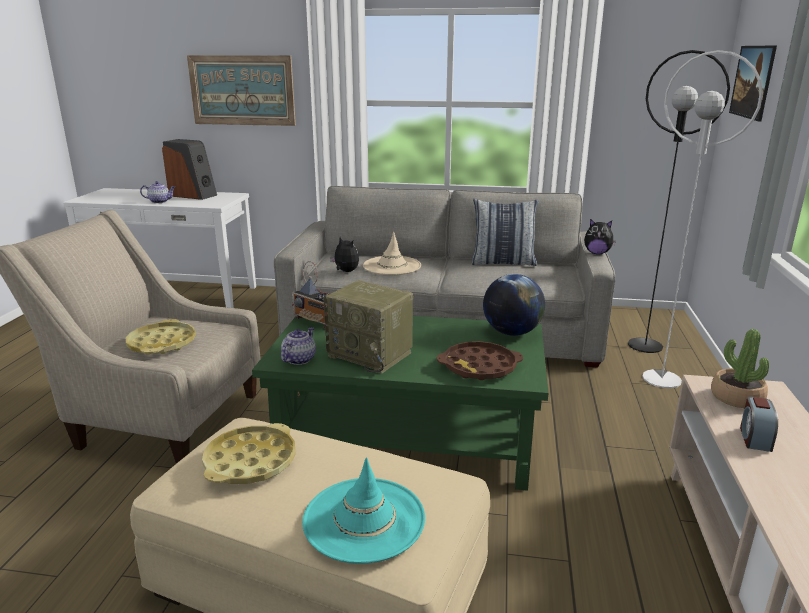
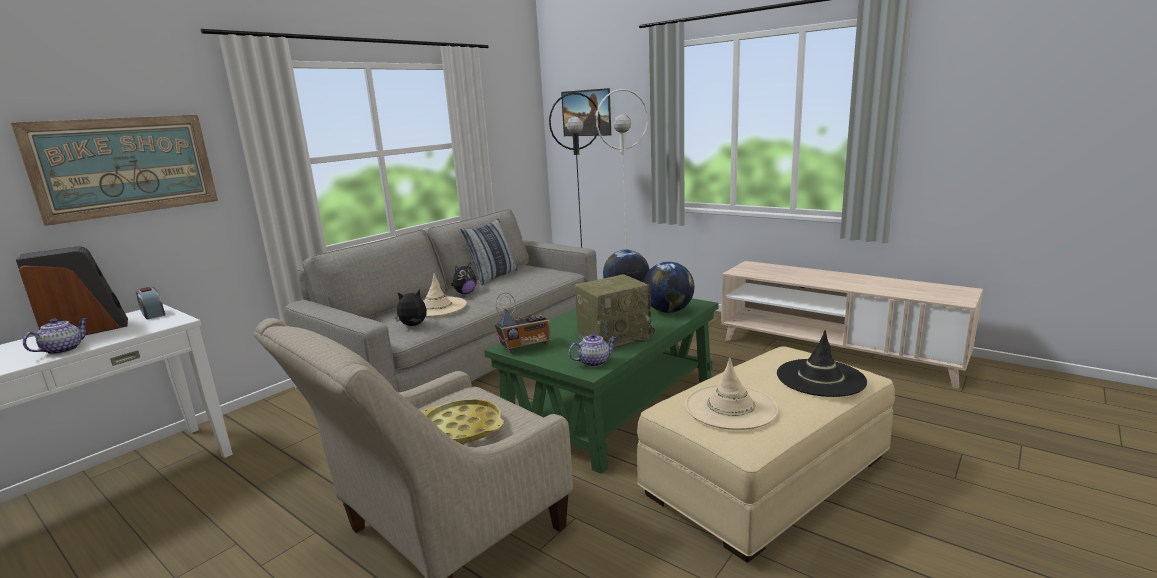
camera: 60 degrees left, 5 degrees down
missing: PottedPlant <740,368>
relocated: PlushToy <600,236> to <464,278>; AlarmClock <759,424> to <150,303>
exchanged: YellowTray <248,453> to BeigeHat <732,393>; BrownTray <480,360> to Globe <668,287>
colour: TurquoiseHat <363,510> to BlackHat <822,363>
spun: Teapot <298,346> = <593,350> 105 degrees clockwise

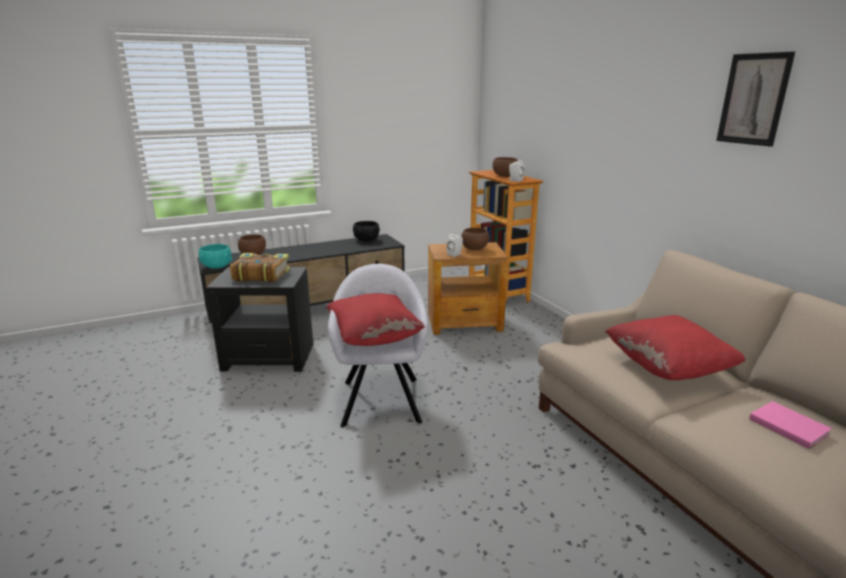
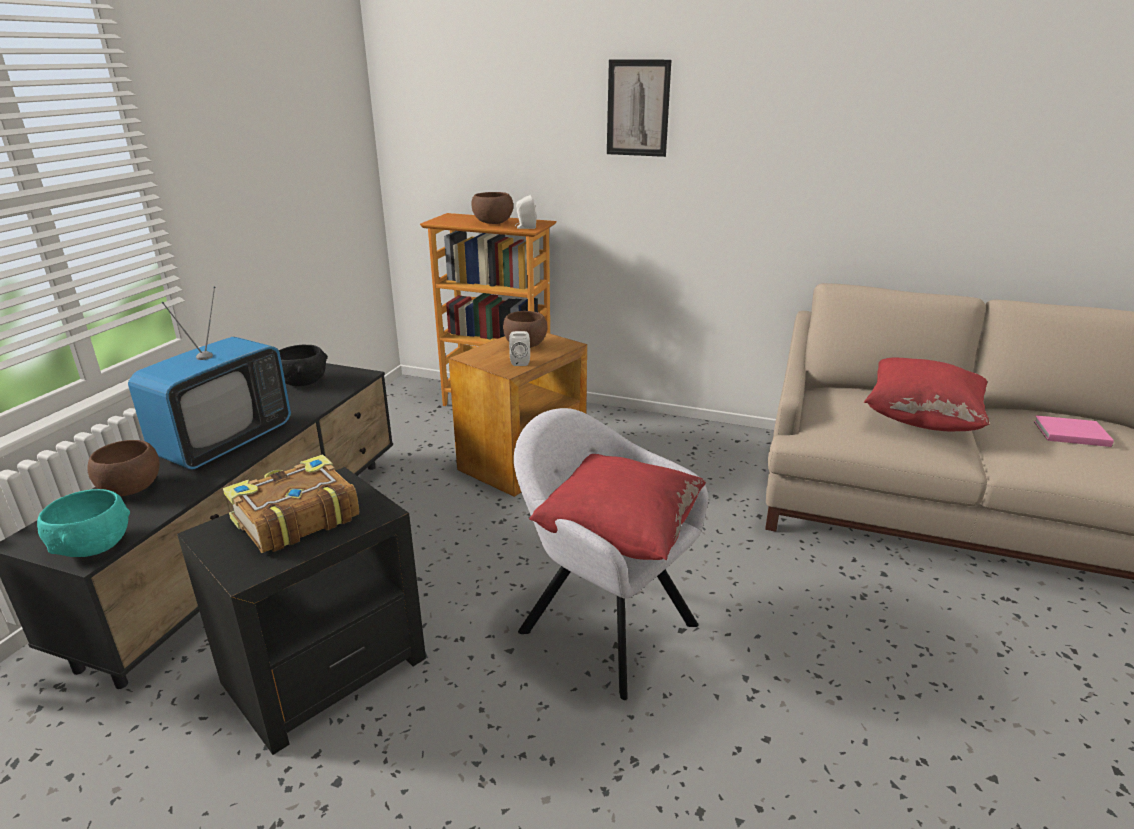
camera: 45 degrees left, 5 degrees up
appeared: Television <209,378>
relocated: Picture <755,99> to <639,108>

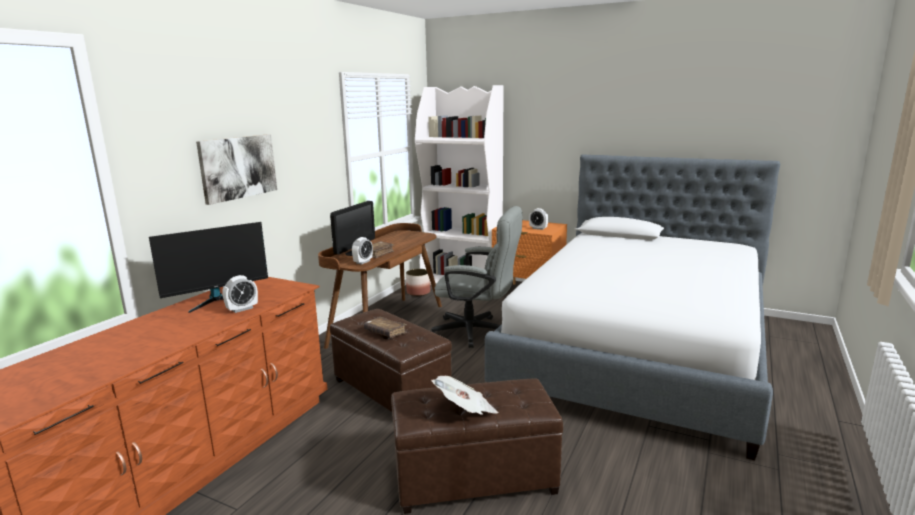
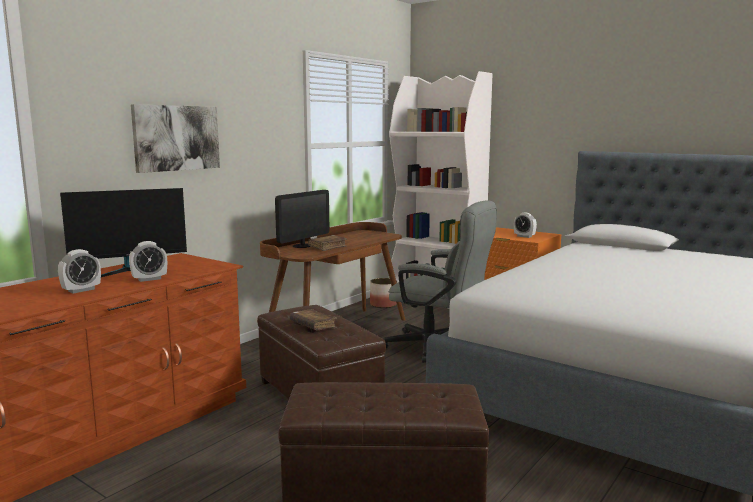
camera: 10 degrees right, 5 degrees down
missing: Newspaper <464,395>
relocated: AlarmClock <362,251> to <79,271>

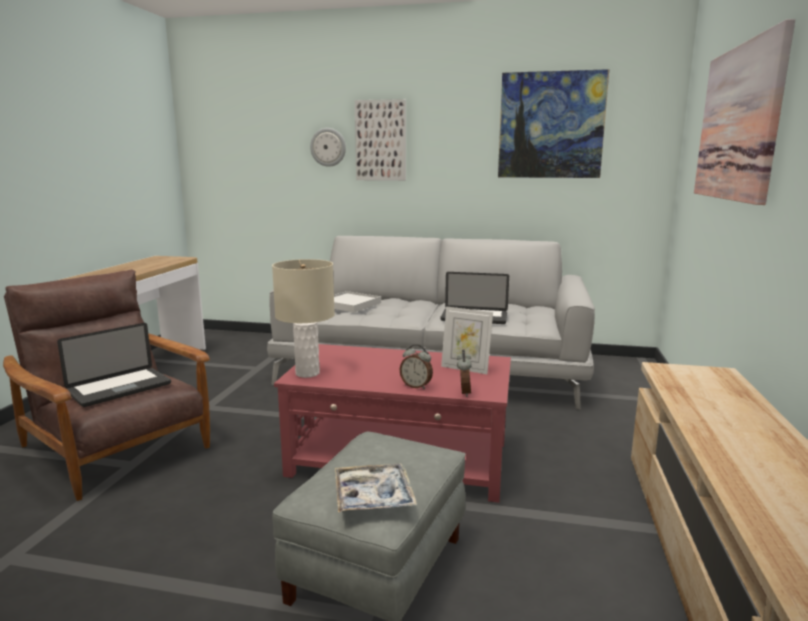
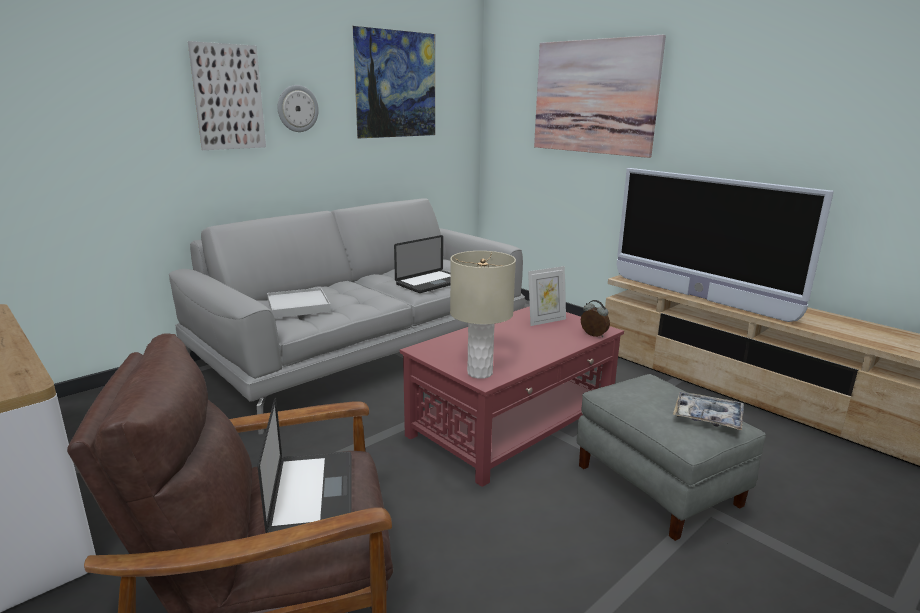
camera: 55 degrees left, 5 degrees up
missing: AlarmClock <416,366>
appeared: Television <725,245>
relocated: WallClock <328,147> to <298,108>

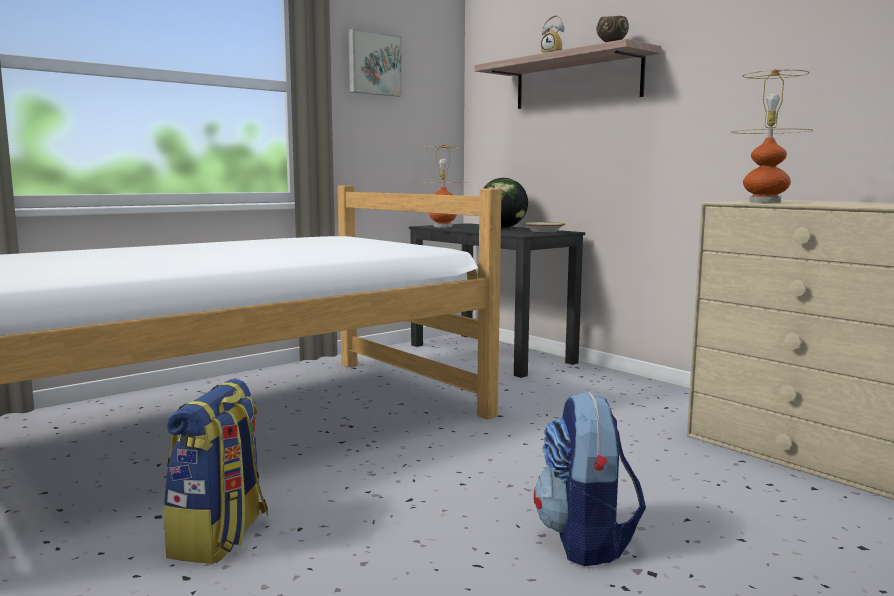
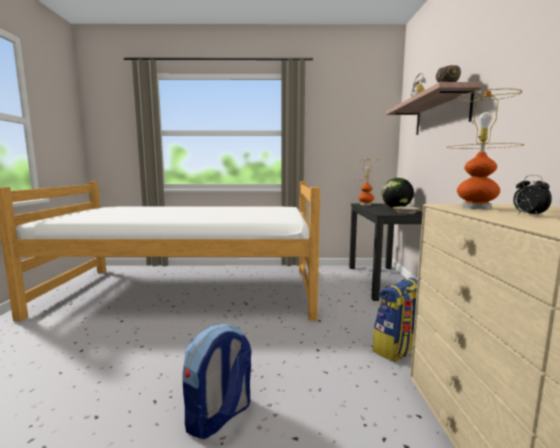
camera: 40 degrees right, 0 degrees up
missing: Picture <375,62>
appeared: AlarmClock <532,195>
relocated: Backpack <216,471> to <395,320>

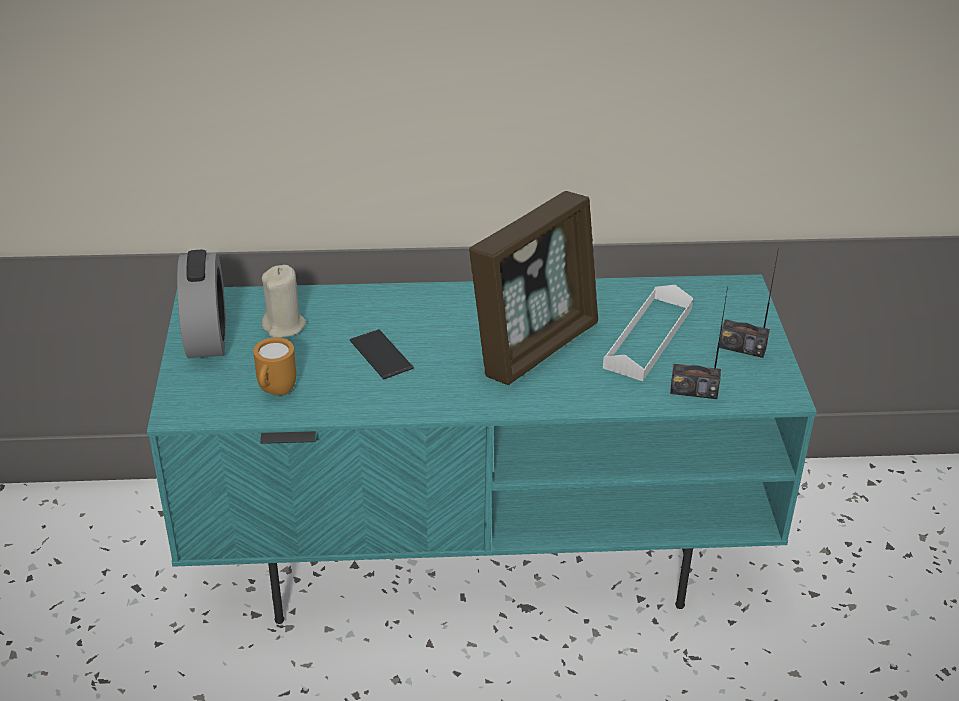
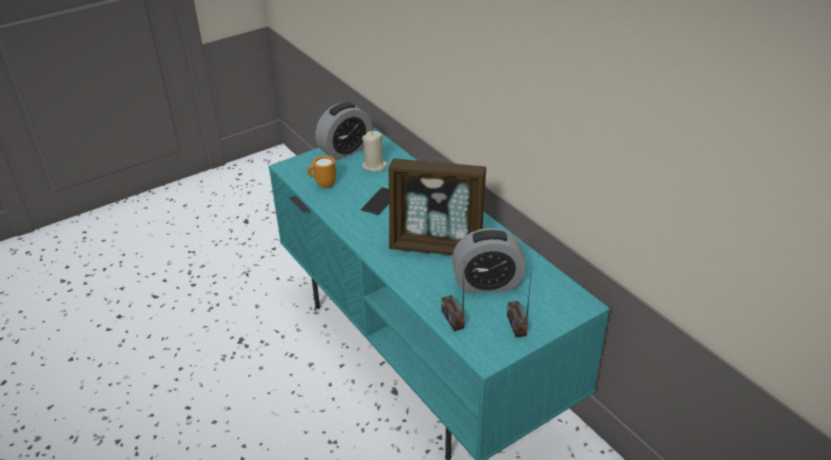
camera: 60 degrees right, 0 degrees up
exchanged: WhiteTray <648,333> to AlarmClock <489,260>

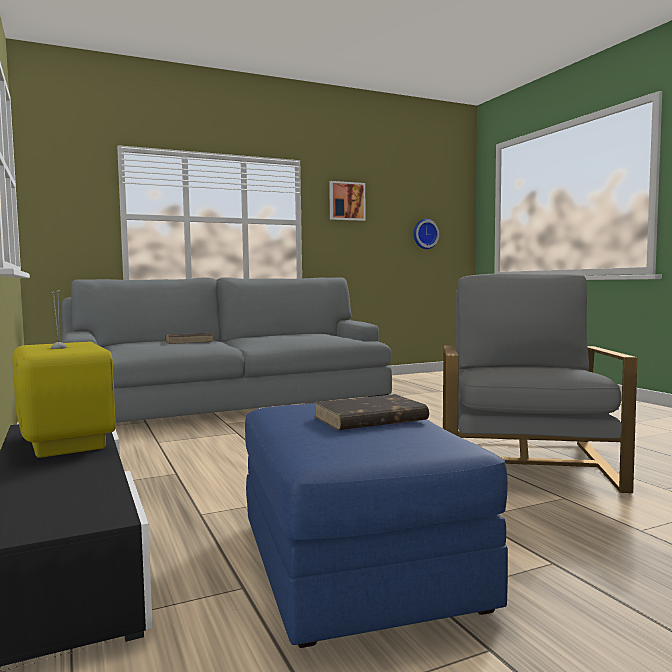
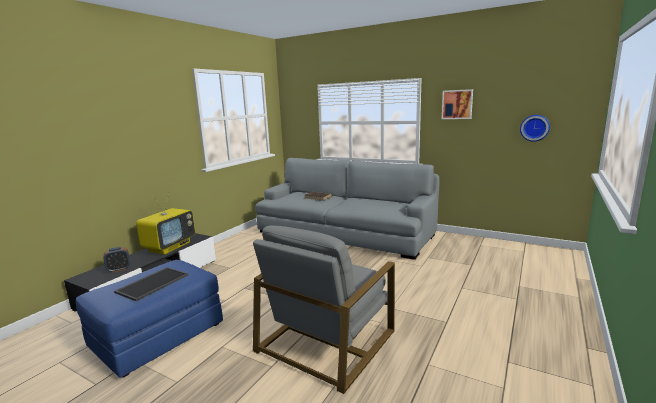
camera: 55 degrees right, 10 degrees up
appeared: AlarmClock <117,260>
exchanged: BrownBook <371,412> to Tray <151,284>
spun: GreyArmchair <540,383> = <324,309> 150 degrees clockwise

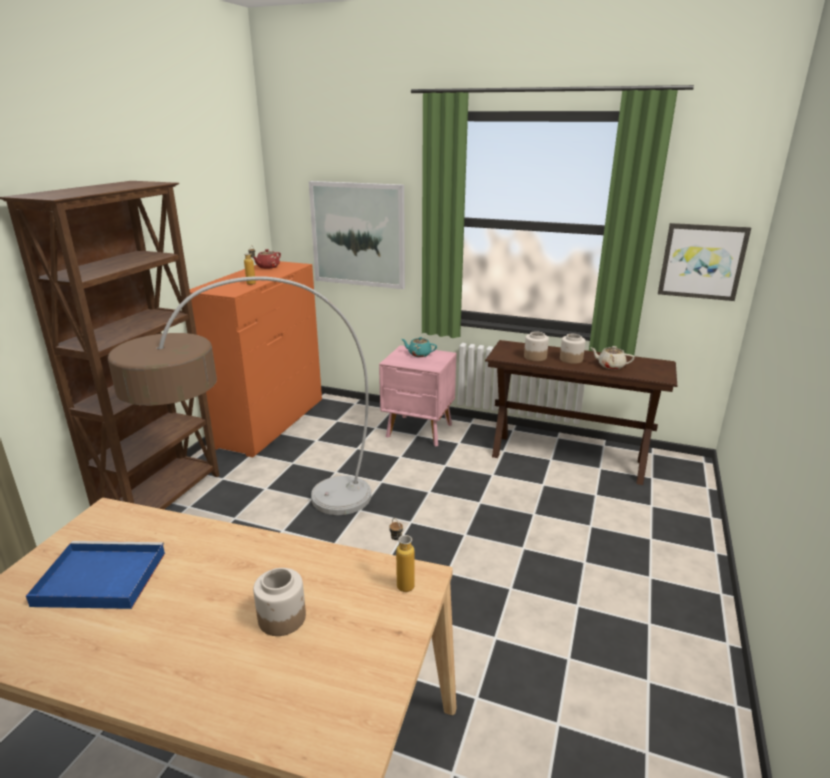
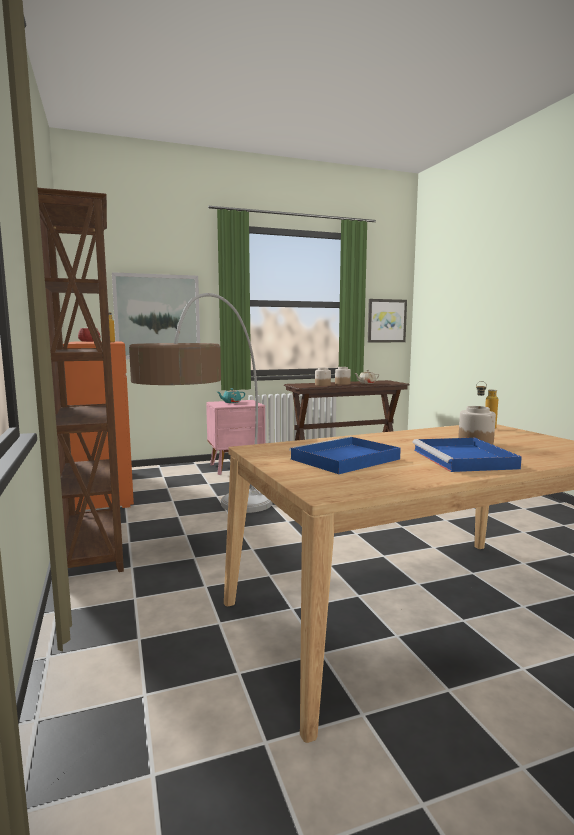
camera: 40 degrees left, 15 degrees down
appeared: BlueTray <467,455>

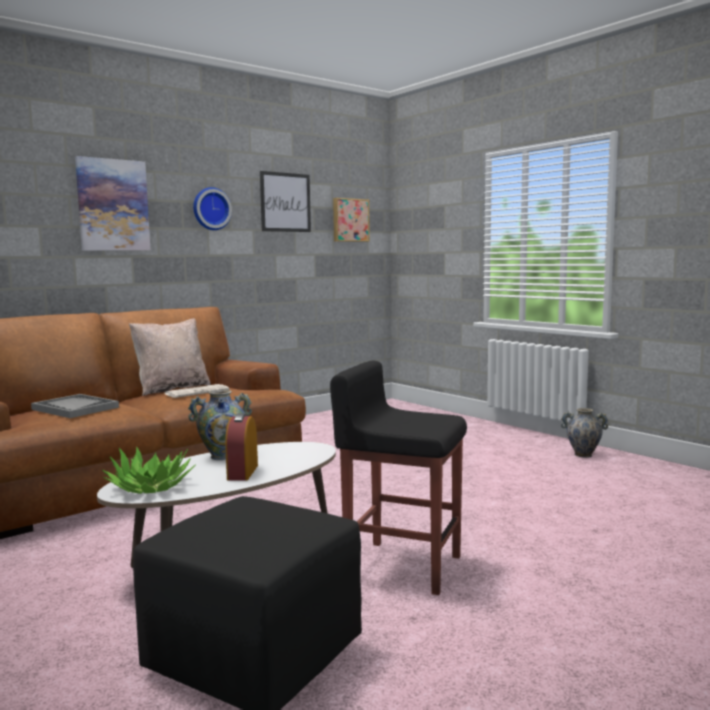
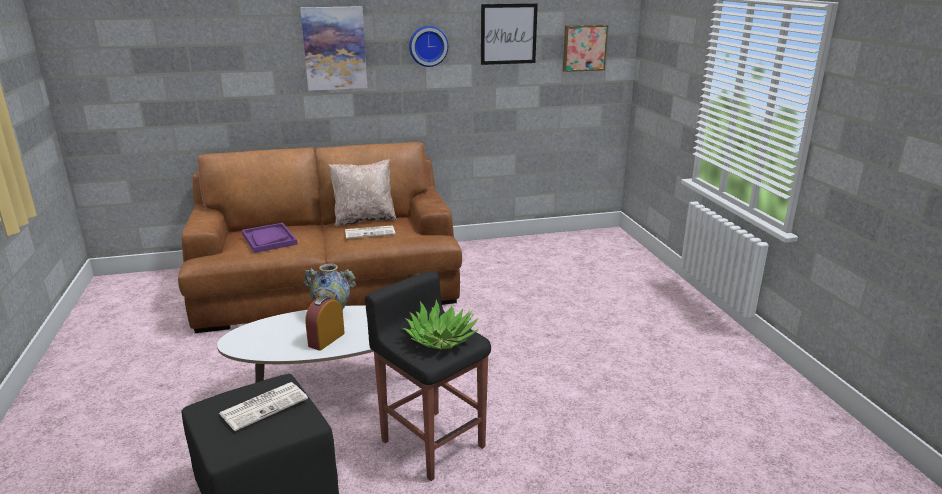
camera: 25 degrees right, 15 degrees up
missing: Vase <584,433>
appeared: Newspaper <263,406>
relocated: PottedPlant <149,470> to <440,324>
colour: GreyTray <75,406> to PurpleTray <270,238>

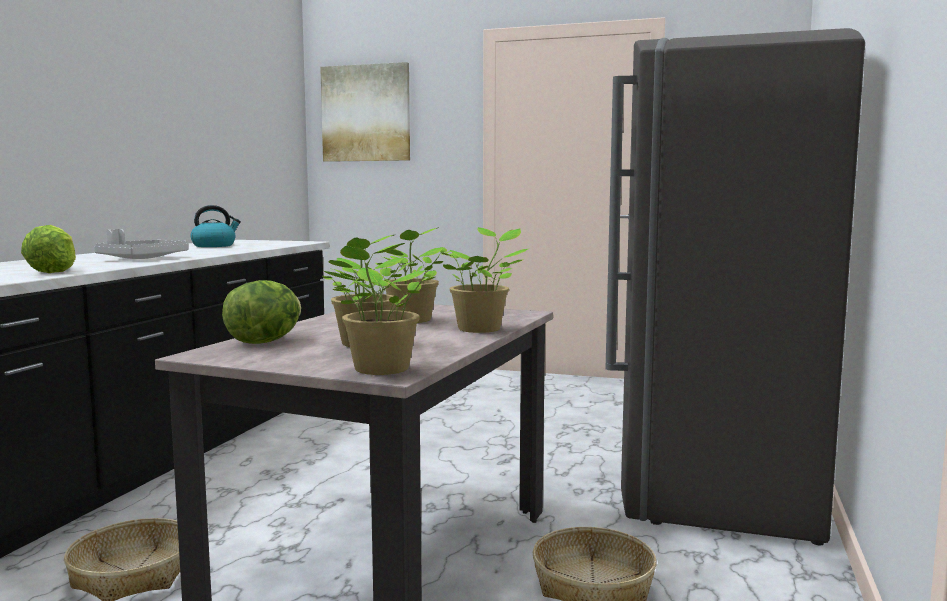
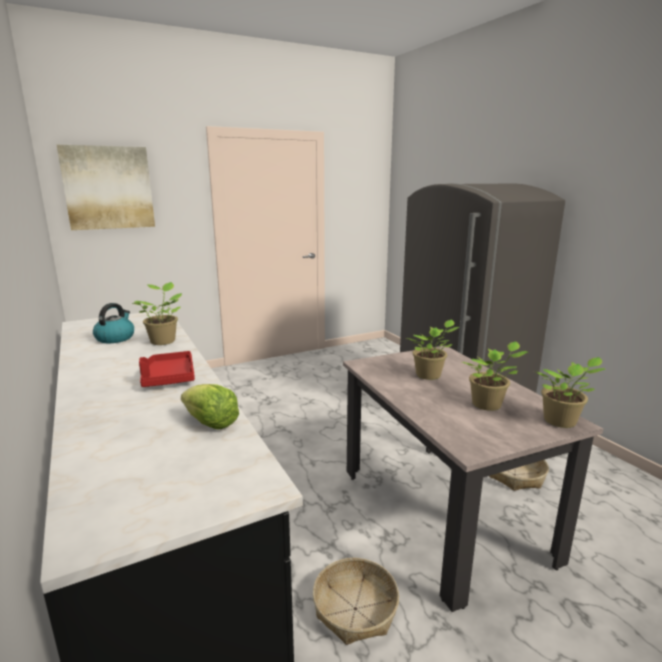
camera: 45 degrees left, 10 degrees up
missing: Lettuce <261,312>
relocated: PottedPlant <485,280> to <157,313>
colour: GreyTray <141,244> to RedTray <167,369>

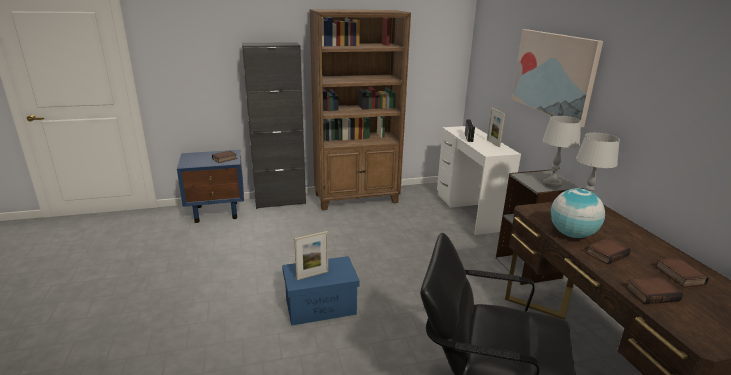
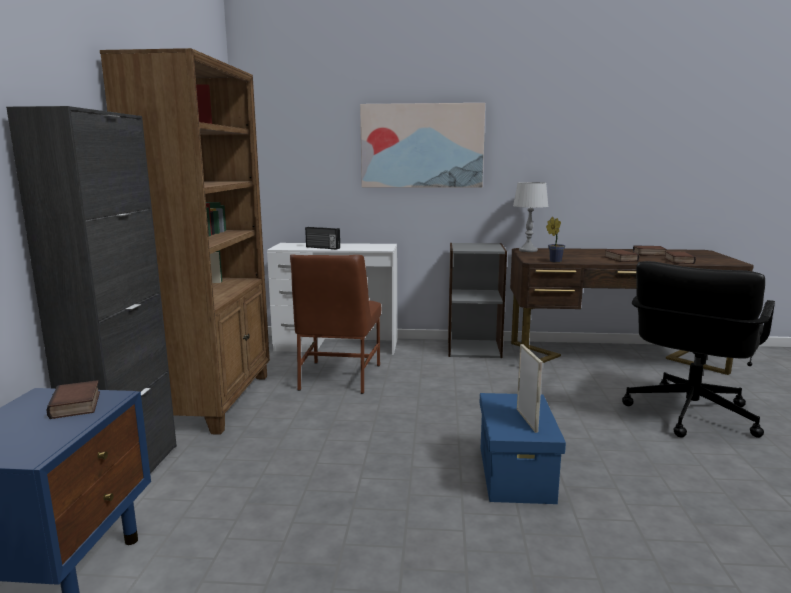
camera: 70 degrees left, 10 degrees down
missing: PictureFrame <496,127>; GreyTableLamp <561,151>; Globe <578,213>
appeared: BrownChair <335,324>; PottedPlant <555,240>

